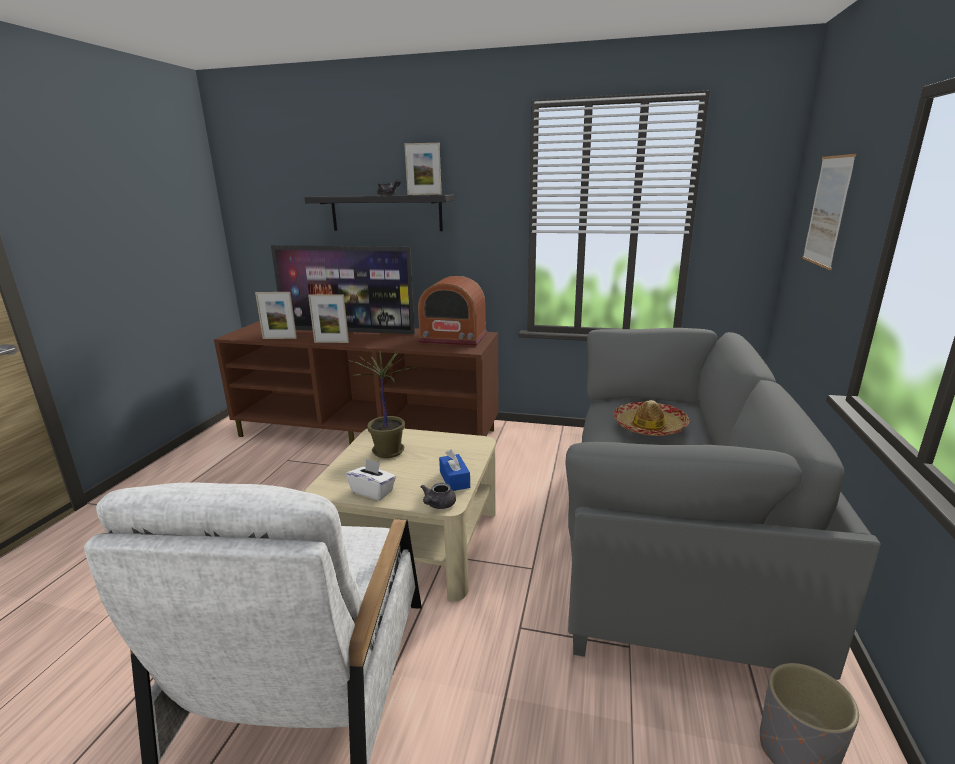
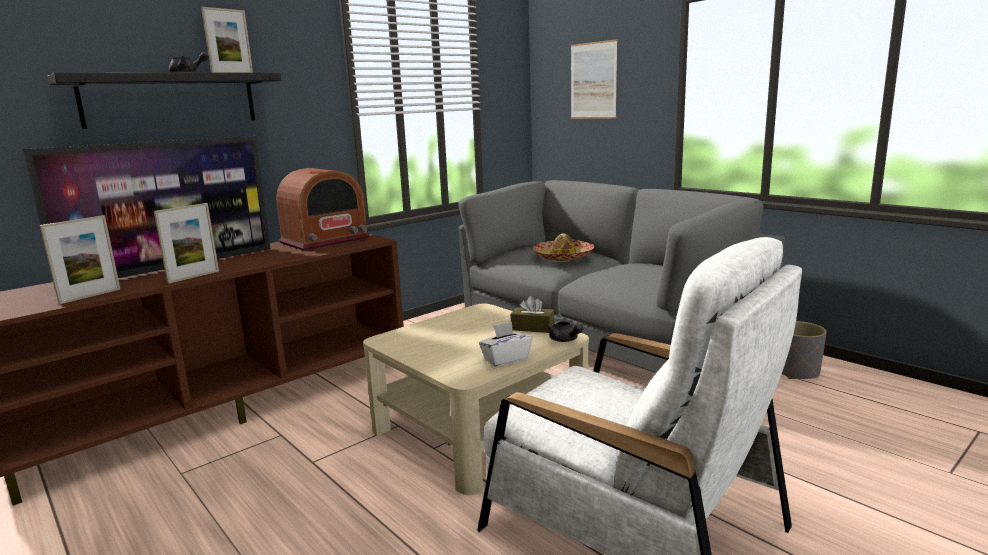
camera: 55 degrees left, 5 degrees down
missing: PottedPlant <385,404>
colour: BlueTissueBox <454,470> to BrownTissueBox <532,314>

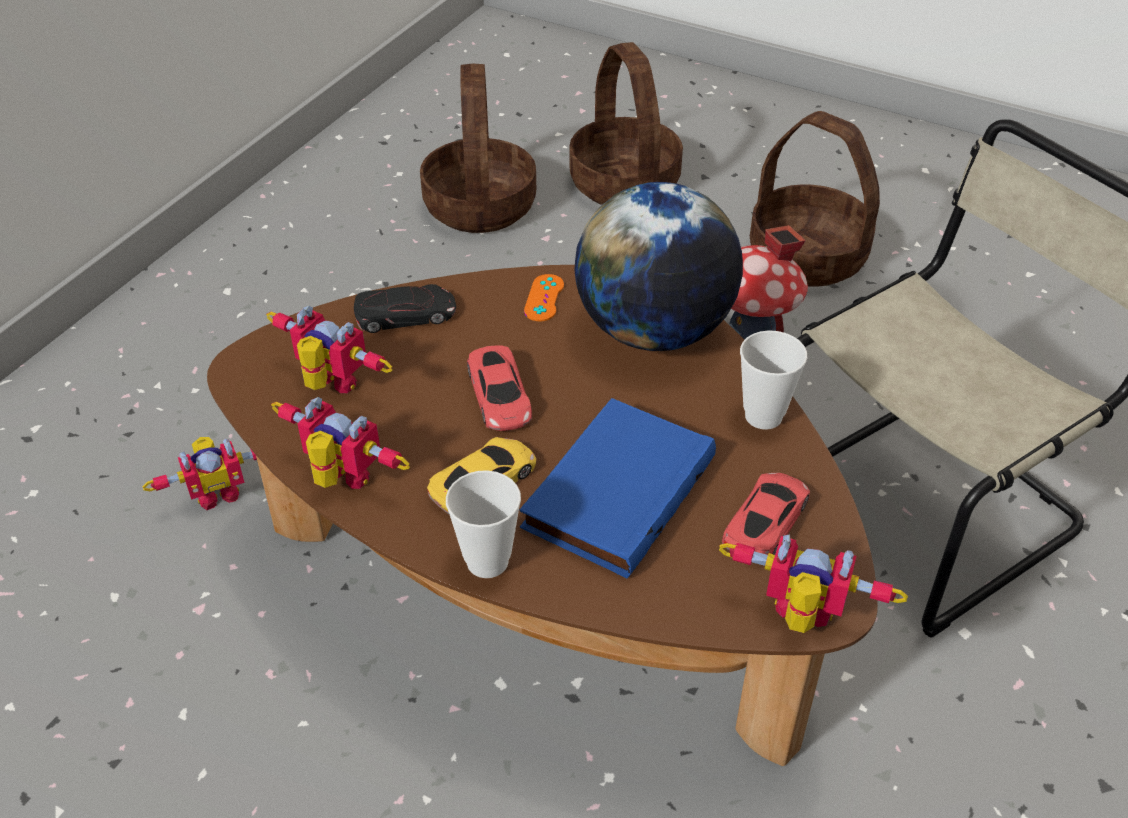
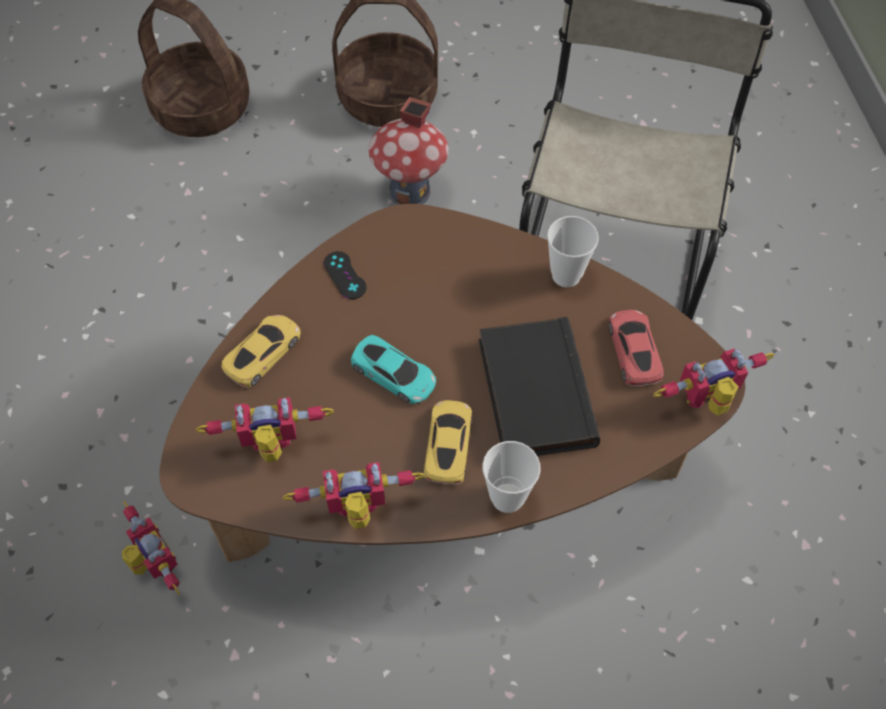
camera: 40 degrees left, 15 degrees up
missing: Basket <478,148>; Globe <659,266>
colour: BlackToyCar <405,308> to YellowToyCar <261,351>; RedToyCar <499,388> to TurquoiseToyCar <393,369>; BlueBook <617,488> to BlackBook <539,386>; OrangeGameController <544,297> to BlackGameController <345,275>
spun: ToyRobot <199,473> = <151,548> 60 degrees counterclockwise

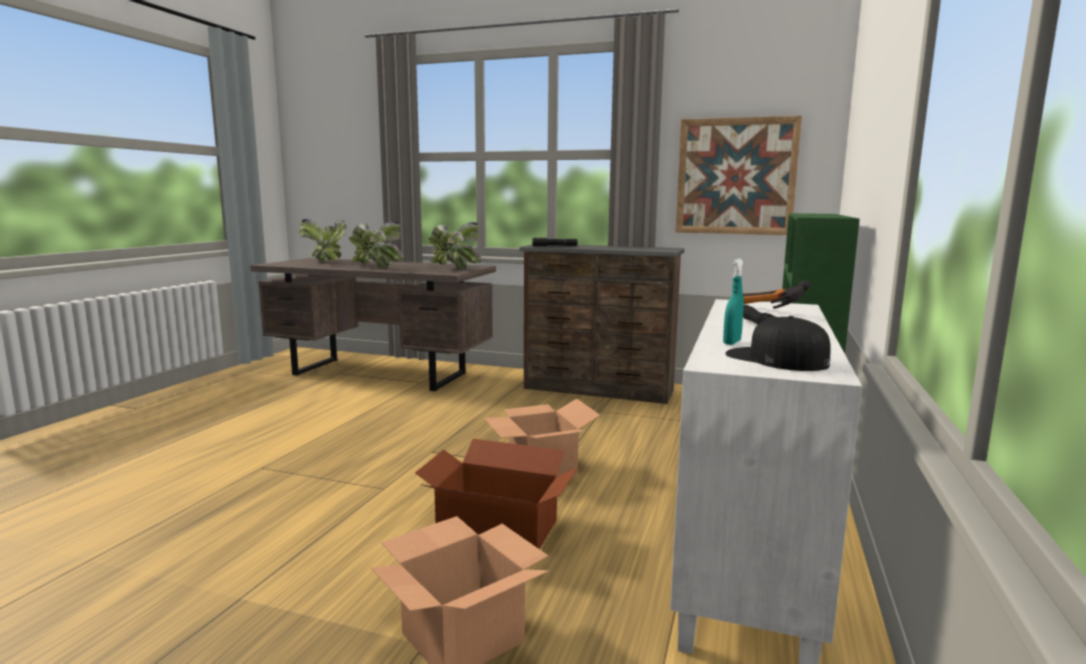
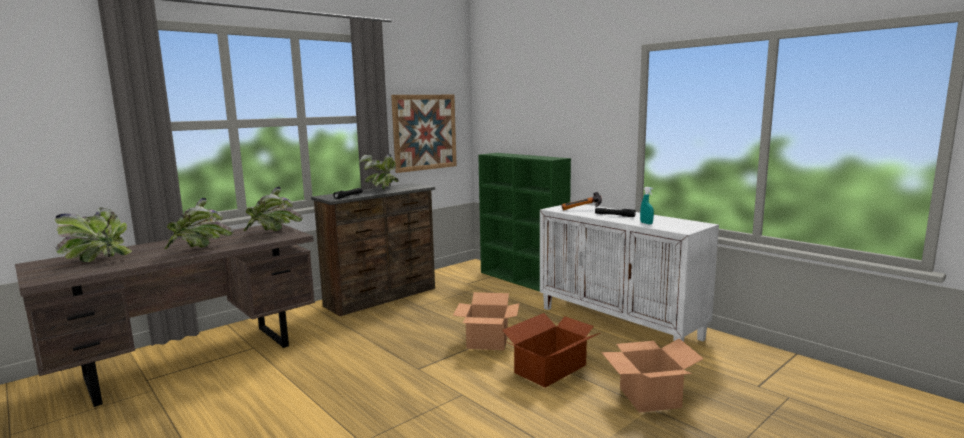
camera: 60 degrees left, 0 degrees up
missing: BlackCap <777,343>
appeared: PottedPlant <379,172>

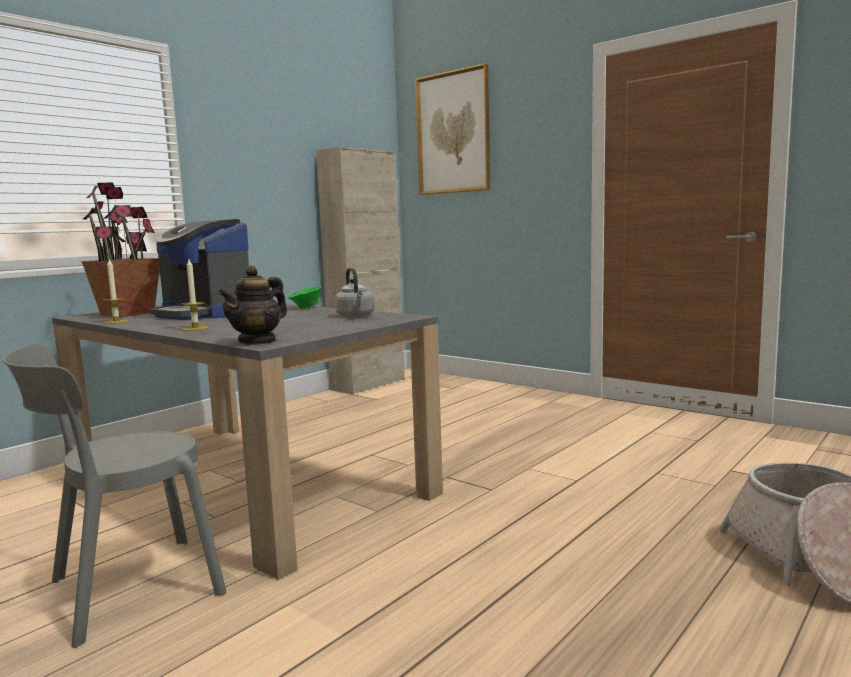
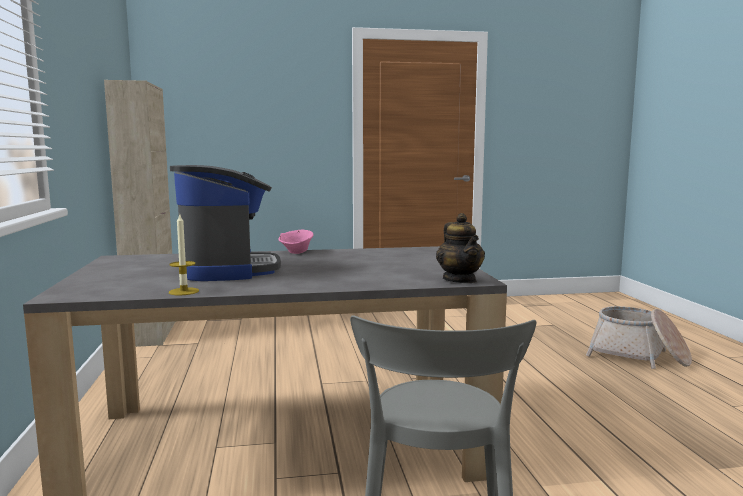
camera: 50 degrees left, 0 degrees up
missing: PottedPlant <121,249>; Candle <195,295>; GreyKettle <355,293>; Picture <452,129>
colour: GreenBowl <304,297> to PinkBowl <296,241>
spun: CoffeeMachine <200,269> = <225,223> 90 degrees counterclockwise

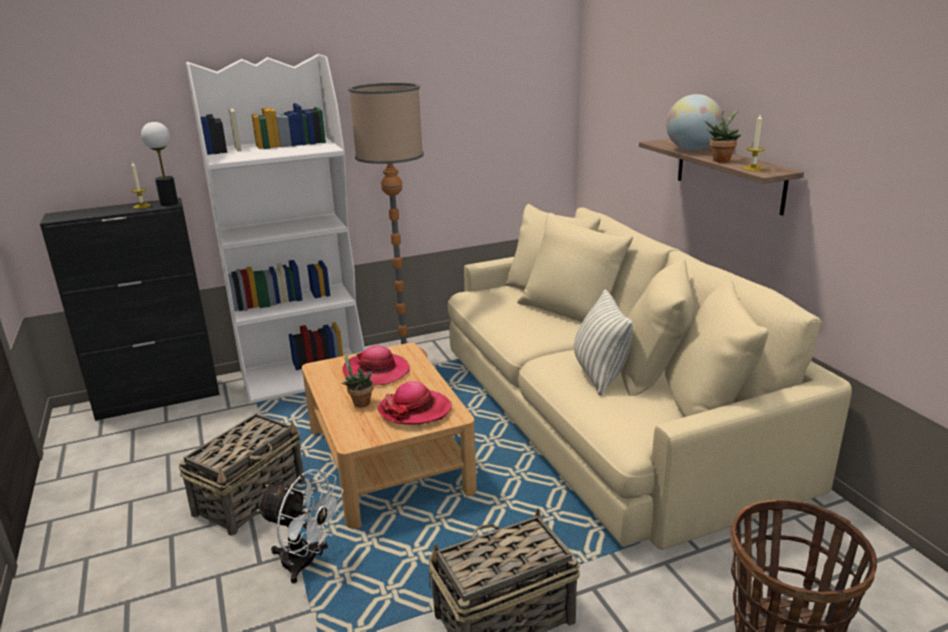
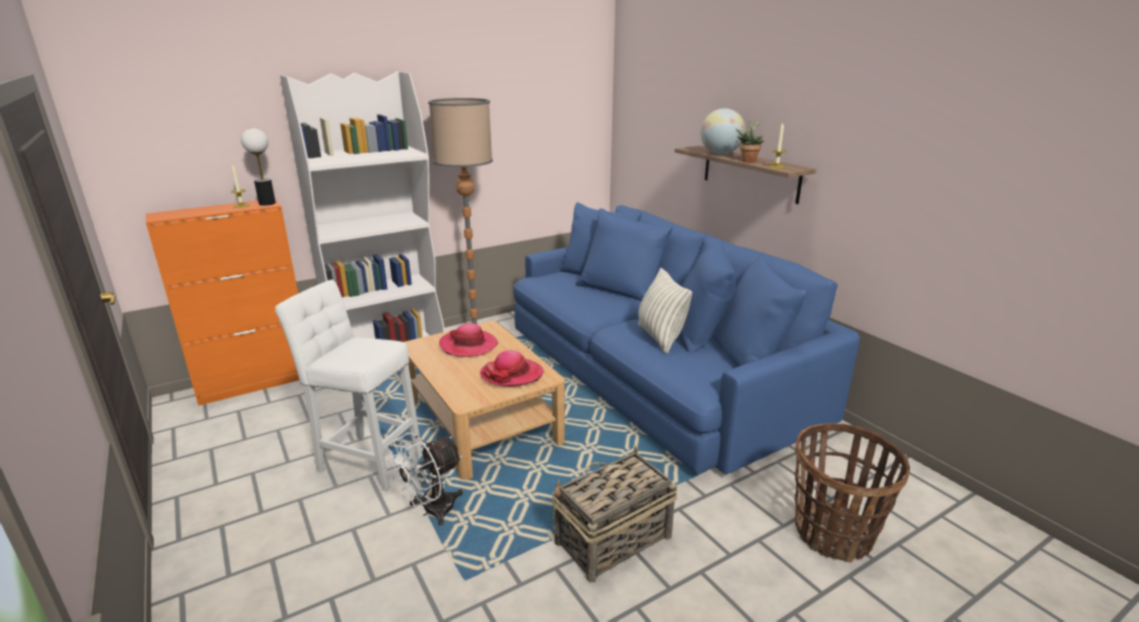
camera: 10 degrees left, 0 degrees up
missing: PottedPlant <357,378>
exchanged: Basket <242,474> to WhiteStool <348,385>
colour: BlackCabinet <130,309> to OrangeCabinet <222,302>; BeigeSofa <650,377> to BlueSofa <686,338>
spun: WhiteFan <300,526> = <425,479> 120 degrees clockwise

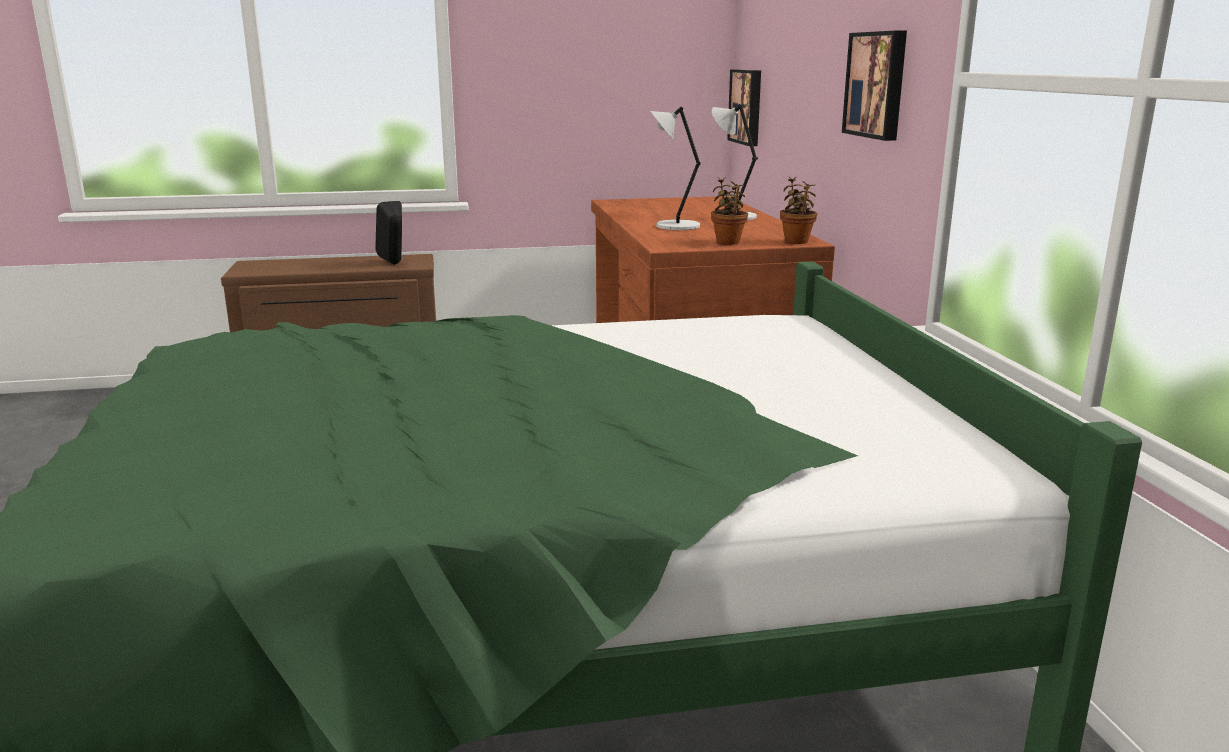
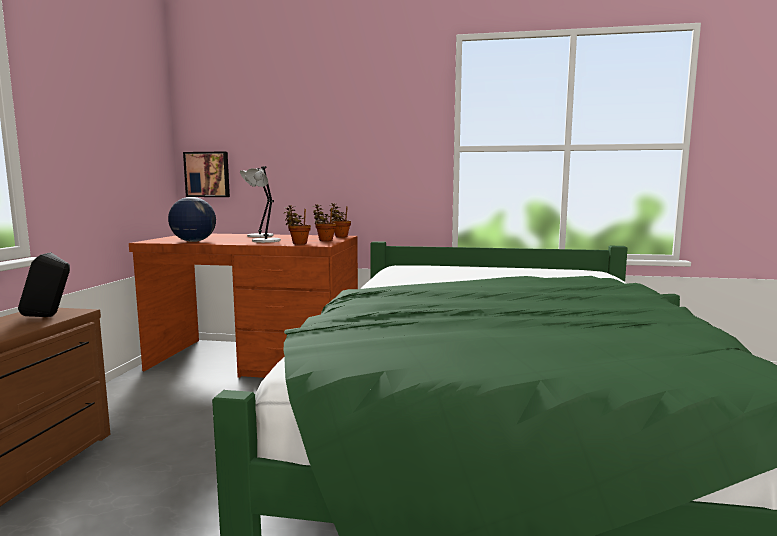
camera: 70 degrees left, 10 degrees down
missing: Picture <874,86>
appeared: Globe <192,219>; PottedPlant <297,224>

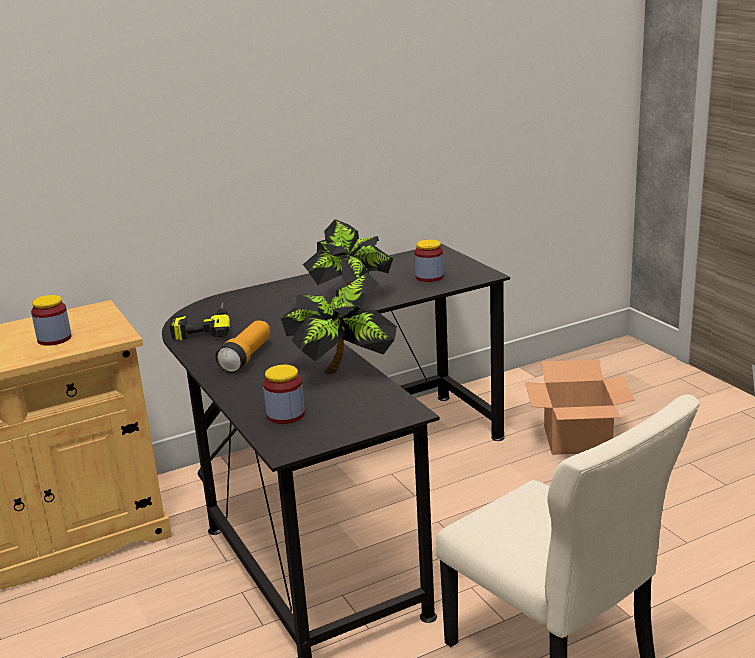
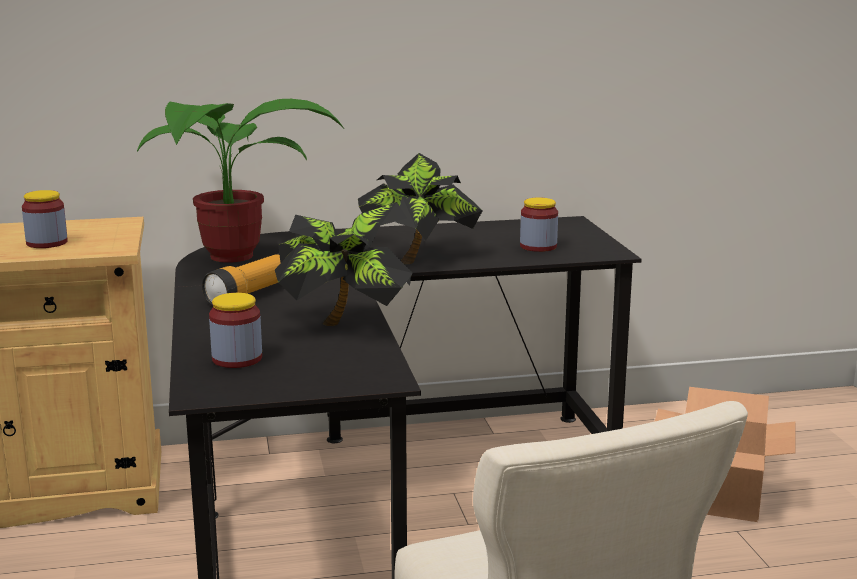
camera: 15 degrees right, 5 degrees down
exchanged: PowerDrill <200,321> to PottedPlant <240,181>

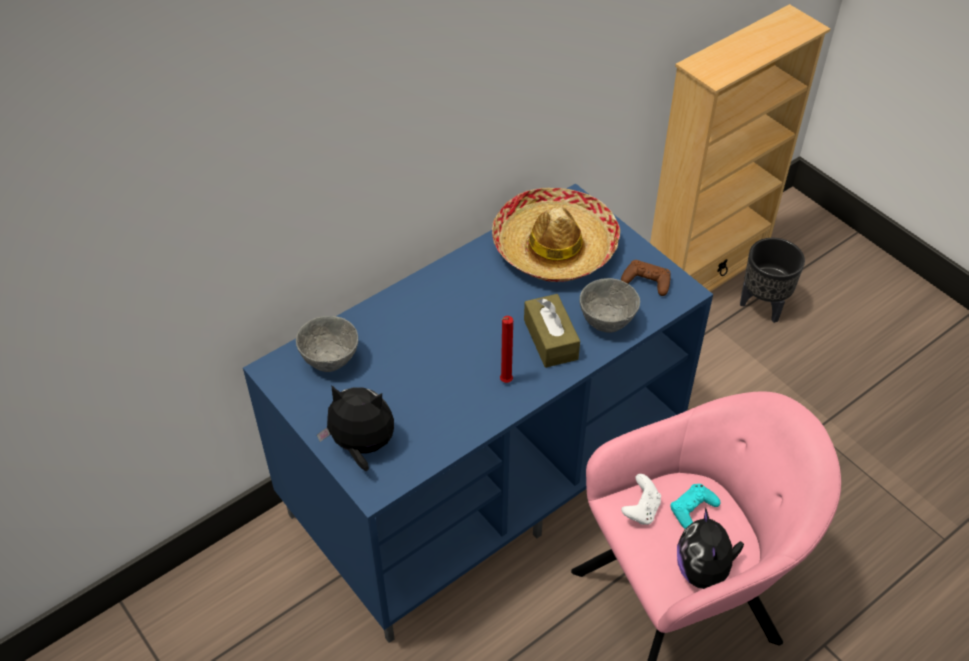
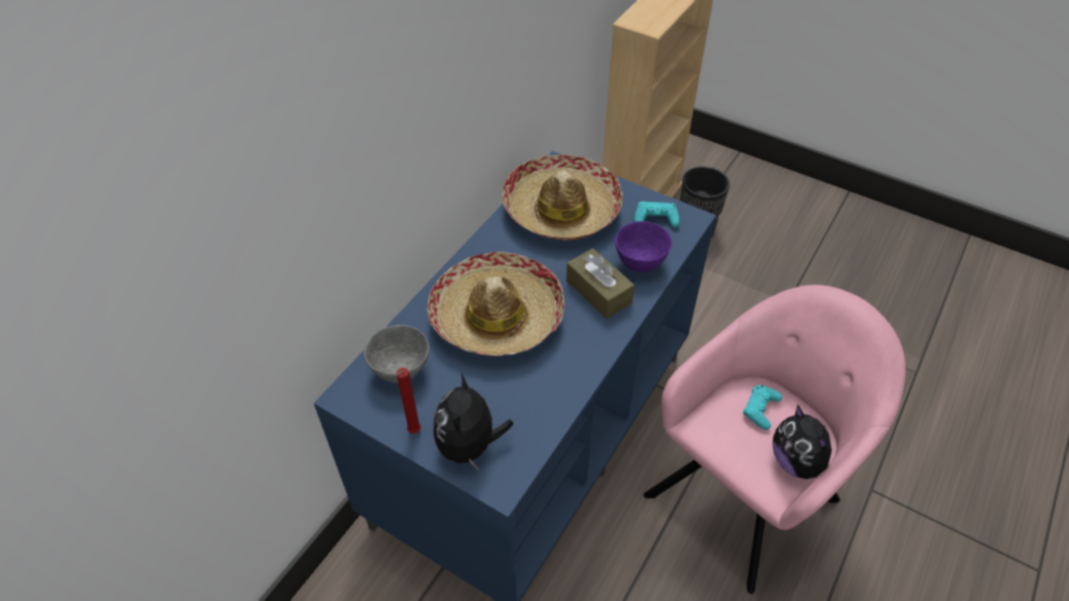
camera: 20 degrees left, 0 degrees up
missing: WhiteGameController <641,499>
appeared: Hat <495,304>
relocated: RedCandle <506,349> to <408,401>
colour: GreyBowl <610,305> to PurpleBowl <643,246>; BrownGameController <646,278> to TurquoiseGameController <657,215>
spun: PlushToy <355,428> = <473,422> 75 degrees counterclockwise

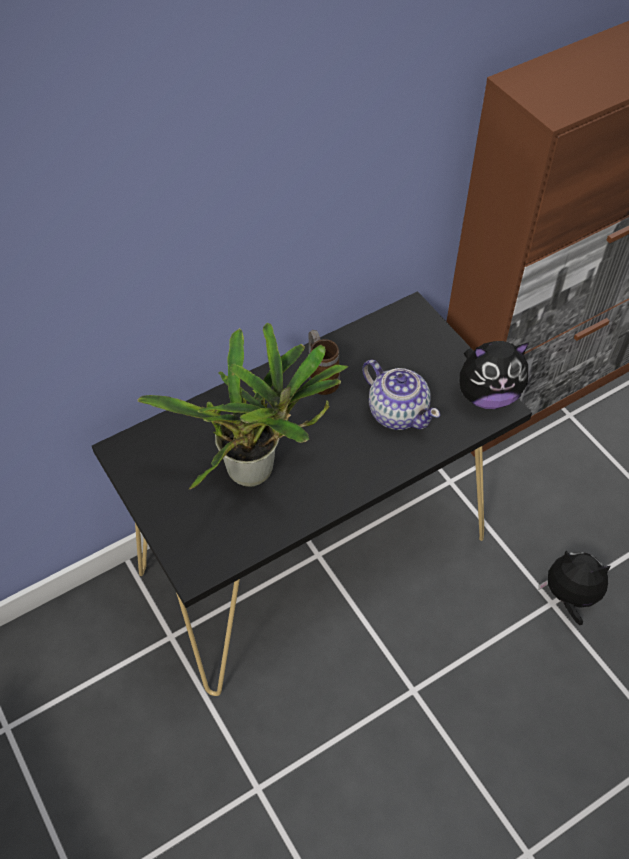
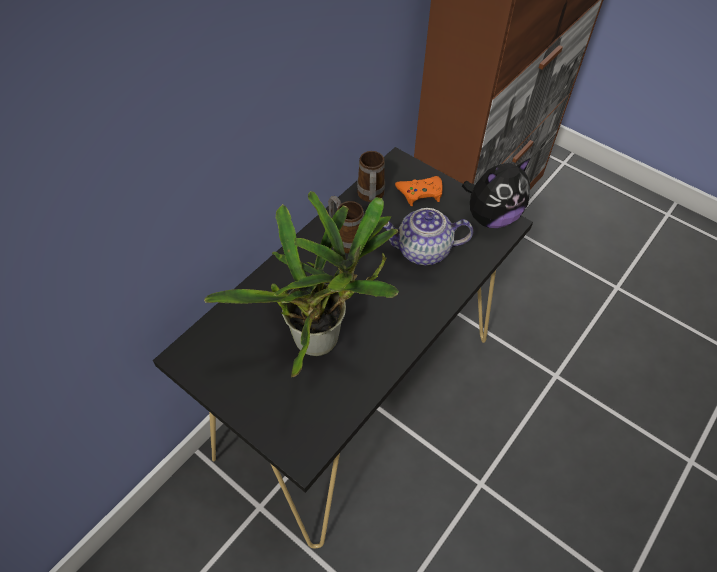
camera: 20 degrees left, 0 degrees up
missing: PlushToy <575,588>
appeared: Mug <371,176>; OrangeGameController <419,191>
spun: Teapot <401,395> = <428,236> 150 degrees clockwise

